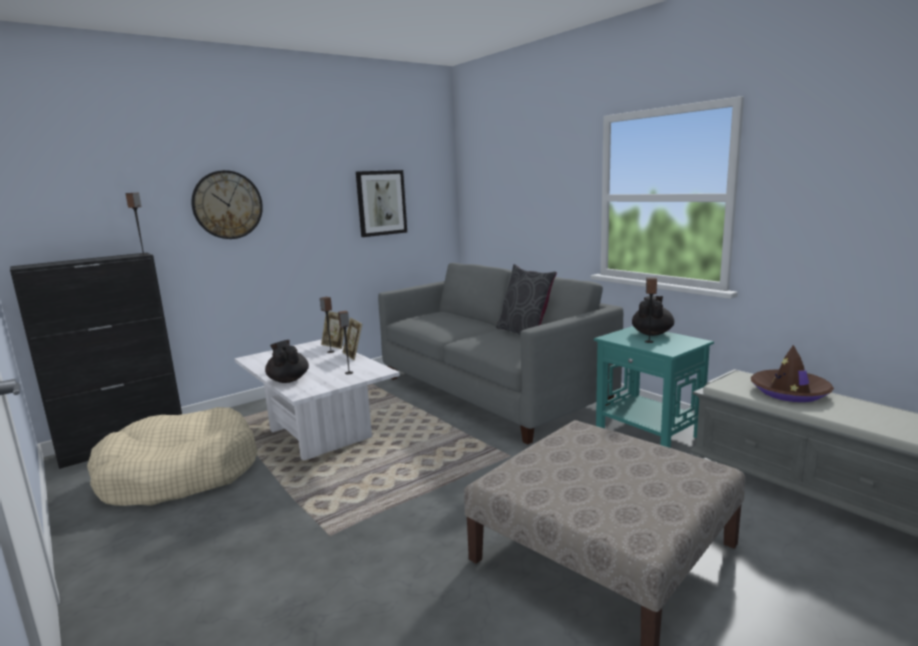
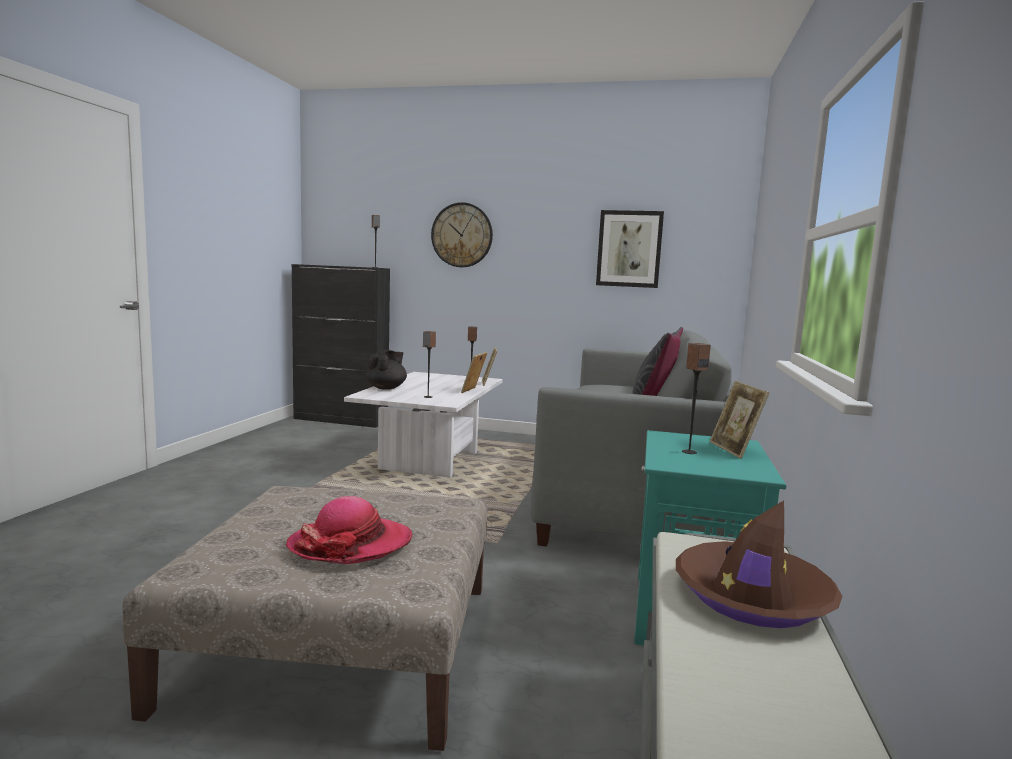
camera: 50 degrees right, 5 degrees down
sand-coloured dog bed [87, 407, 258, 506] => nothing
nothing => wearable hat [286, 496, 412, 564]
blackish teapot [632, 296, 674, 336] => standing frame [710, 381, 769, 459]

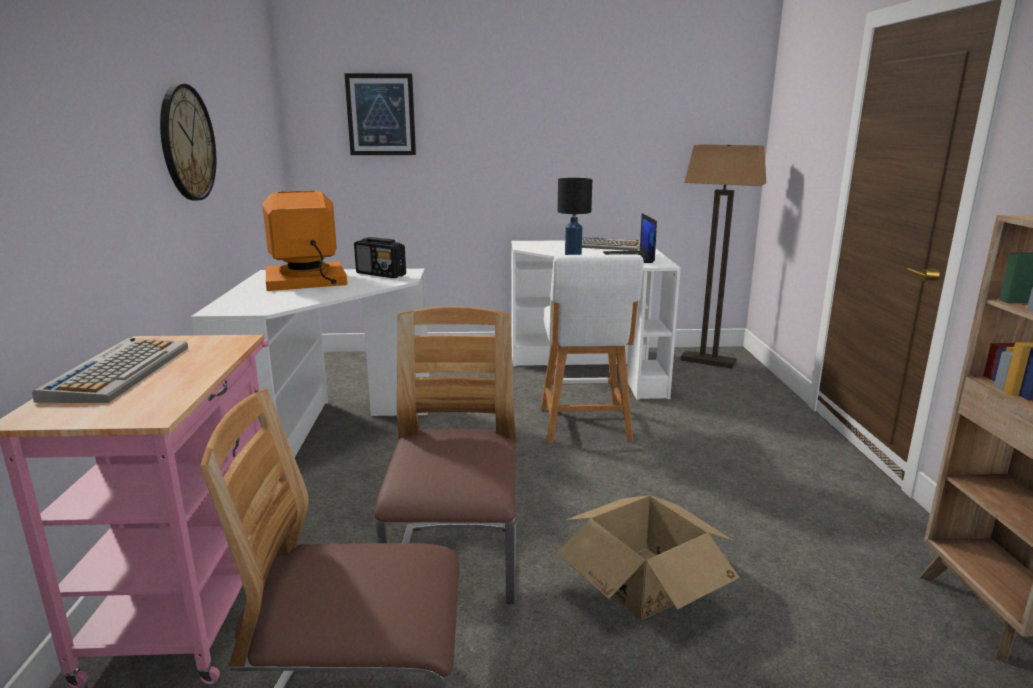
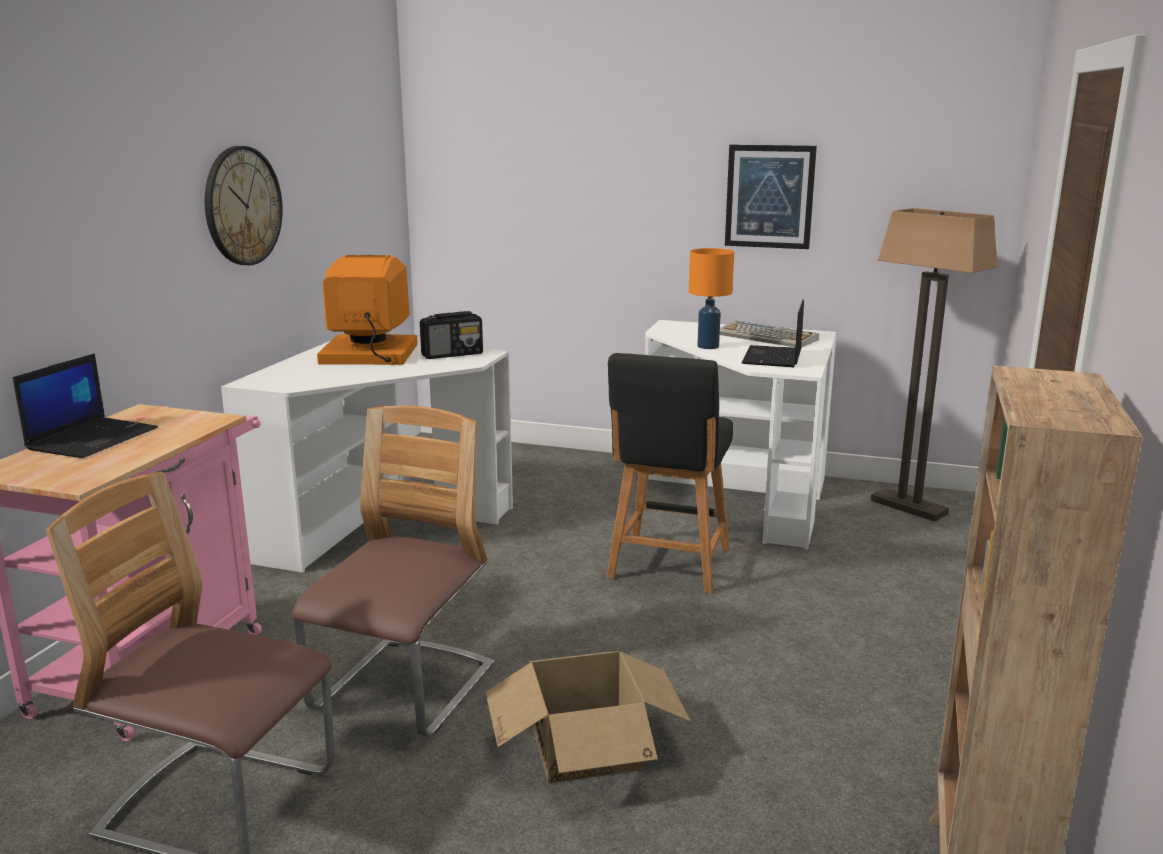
camera: 20 degrees right, 0 degrees up
wall art [344, 73, 416, 155] => wall art [725, 145, 817, 249], relocated
computer keyboard [32, 338, 188, 403] => notebook computer [13, 353, 158, 458]
white sitting stool [541, 254, 644, 443] => blackish sitting stool [606, 353, 733, 594]
blackish lamp for a table [558, 178, 592, 255] => orangey lamp for a table [689, 248, 734, 349]
radio [354, 237, 406, 278] => radio [420, 311, 483, 359], 75 degrees counterclockwise

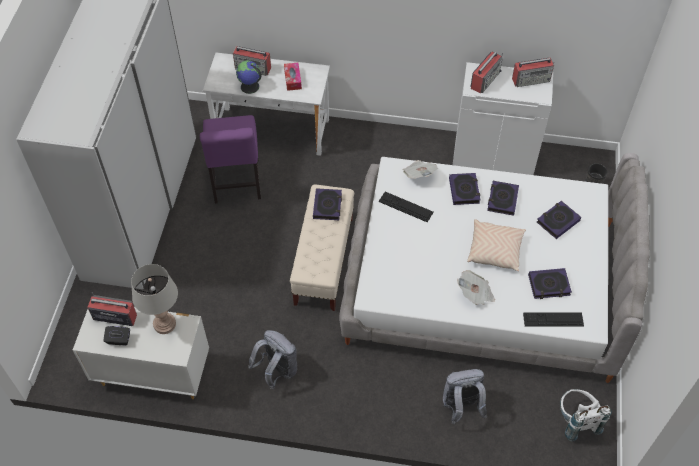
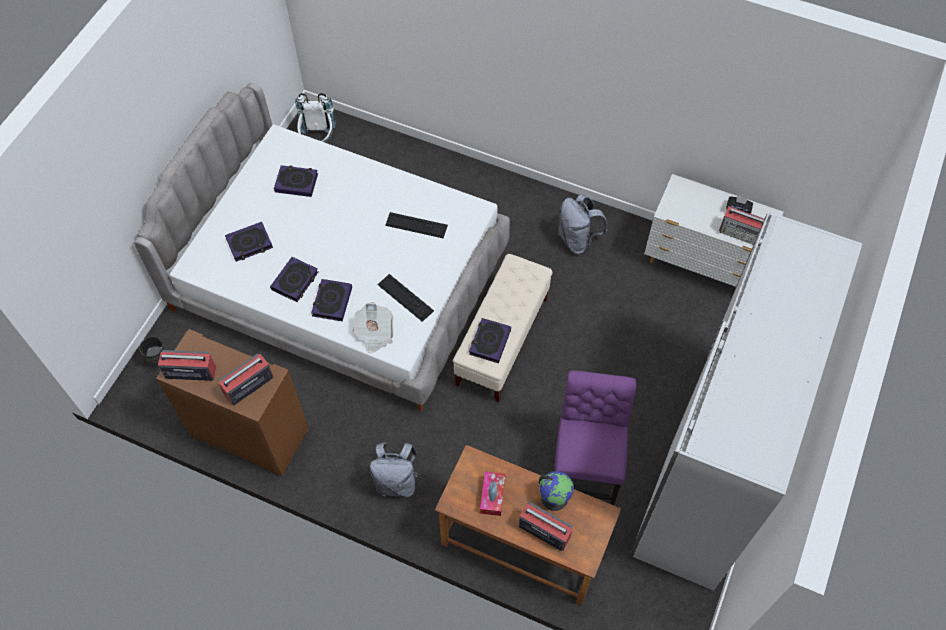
camera: 165 degrees left, 5 degrees up
greyish lamp for a table [131, 264, 178, 334] => nothing
printed paper [457, 270, 495, 305] => nothing
sand-coloured pillow [467, 219, 526, 271] => nothing
greyish rucksack [443, 369, 487, 424] => greyish rucksack [370, 442, 420, 497], relocated
computer keyboard [523, 313, 584, 327] => computer keyboard [385, 212, 448, 238], relocated
white desk unit [203, 53, 330, 156] => brown desk unit [435, 445, 621, 606]
white cupboard [453, 62, 553, 175] => brown cupboard [156, 329, 308, 477]

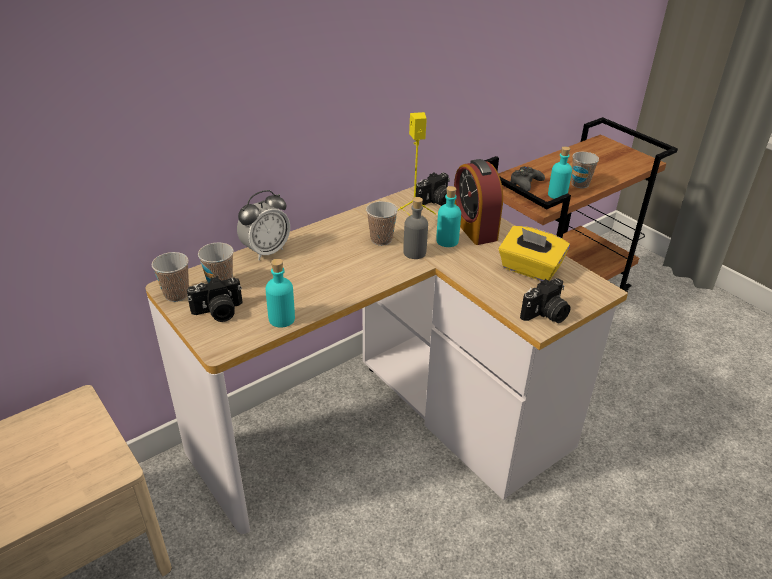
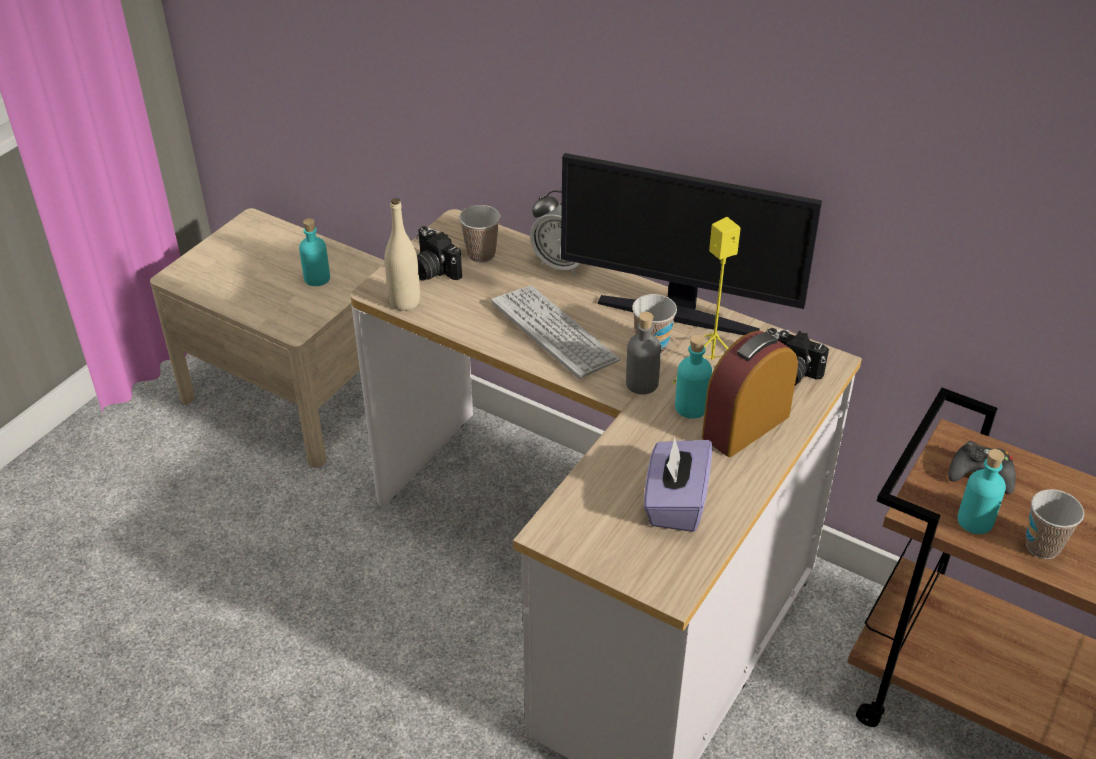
camera: 70 degrees right, 5 degrees up
cup [152, 252, 189, 302] => nothing
photo camera [520, 278, 571, 323] => nothing
nothing => sand-coloured bottle [385, 198, 420, 311]
nothing => computer keyboard [491, 285, 621, 379]
nothing => monitor [561, 153, 822, 335]
turquoise bottle [266, 259, 295, 328] => turquoise bottle [299, 218, 330, 286], relocated
yellow-coloured box of tissues [499, 226, 570, 281] => purple-coloured box of tissues [644, 437, 712, 532]

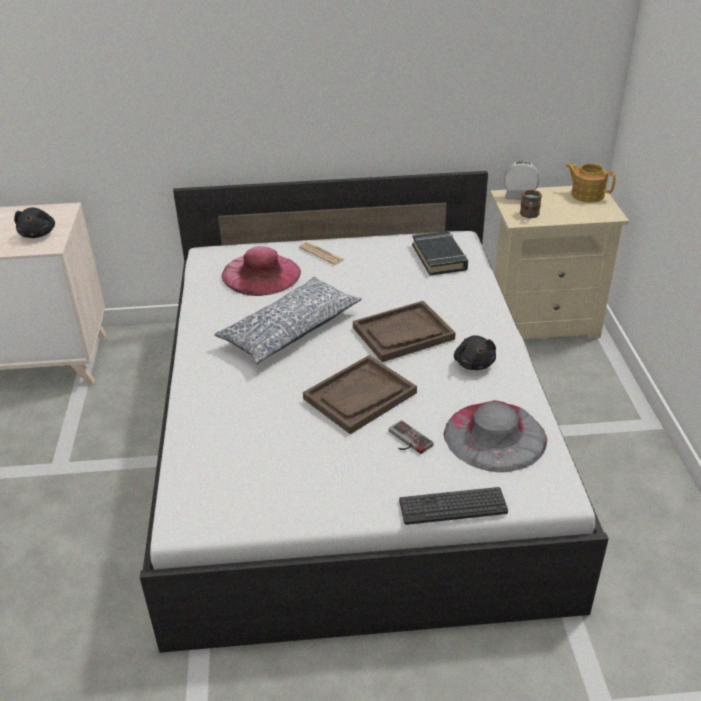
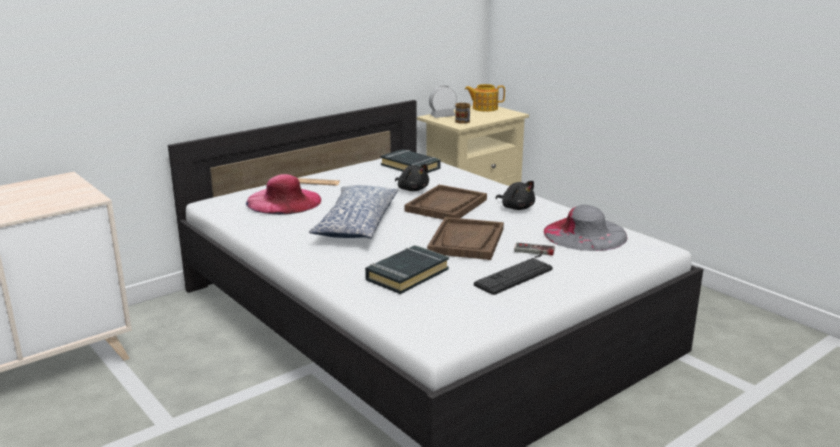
camera: 35 degrees left, 15 degrees down
nothing => blackish volume [365, 245, 449, 294]
blackish soft toy [14, 207, 55, 238] => blackish soft toy [395, 164, 429, 191], relocated
computer keyboard [399, 487, 508, 525] => computer keyboard [474, 258, 553, 295], relocated

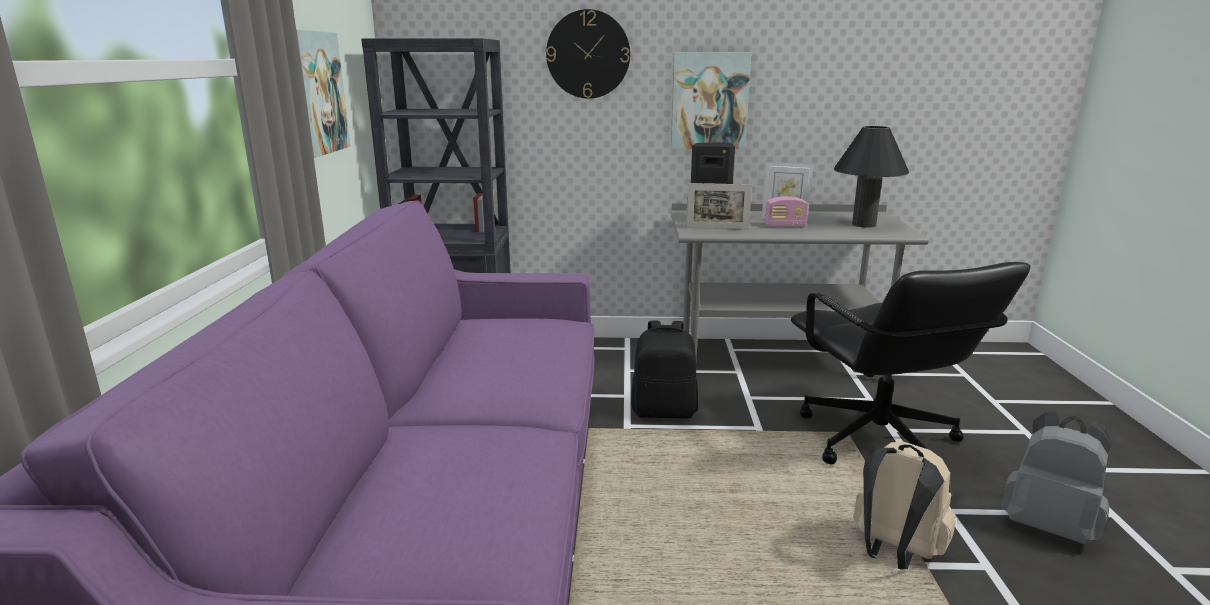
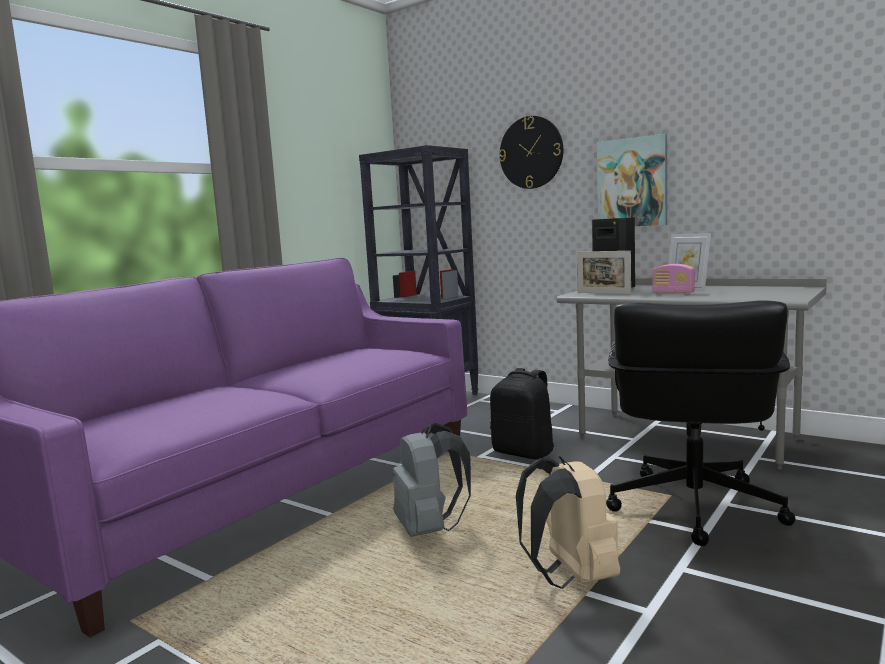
camera: 35 degrees right, 10 degrees down
wall art [296, 30, 350, 158] => nothing
blackish lamp for a table [834, 126, 909, 228] => nothing
greyish rucksack [1001, 412, 1113, 544] => greyish rucksack [393, 423, 471, 537], relocated

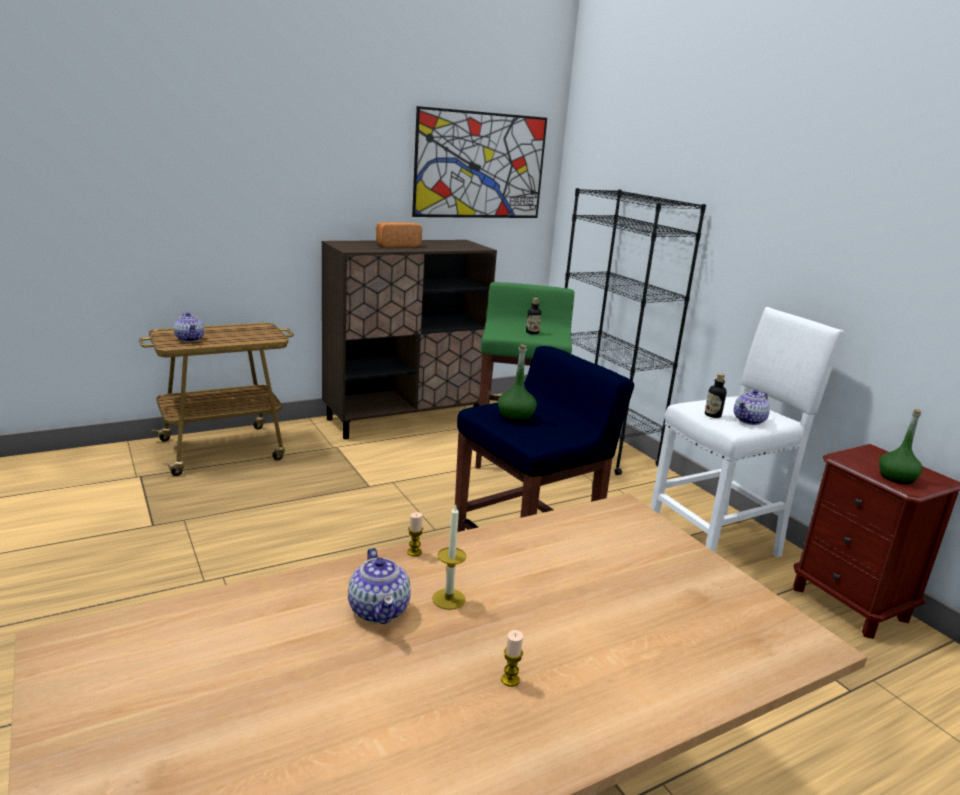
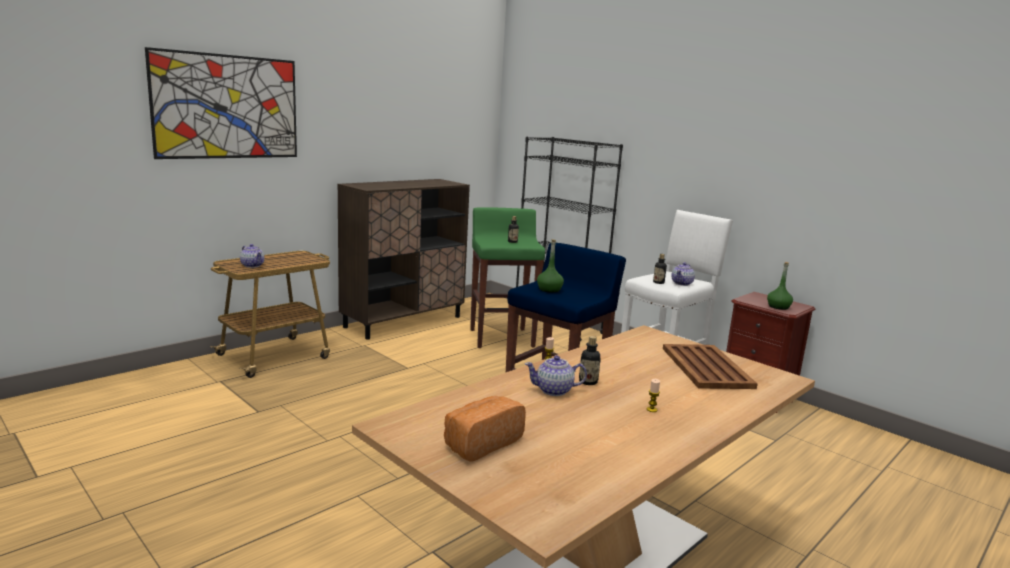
camera: 15 degrees left, 5 degrees down
nothing => brown carrying tray [663, 344, 758, 389]
bakery bread [376, 222, 422, 247] => bakery bread [444, 396, 526, 461], relocated
wall art [412, 106, 547, 218] => wall art [145, 47, 297, 159], relocated
candle [432, 504, 467, 610] => bottle [579, 336, 601, 385]
teapot [348, 548, 411, 624] => teapot [525, 355, 587, 396], 120 degrees clockwise

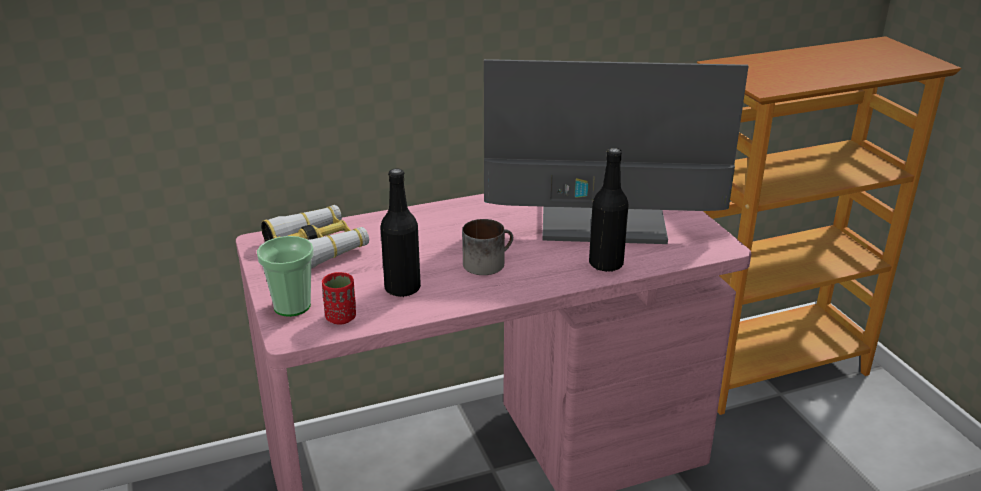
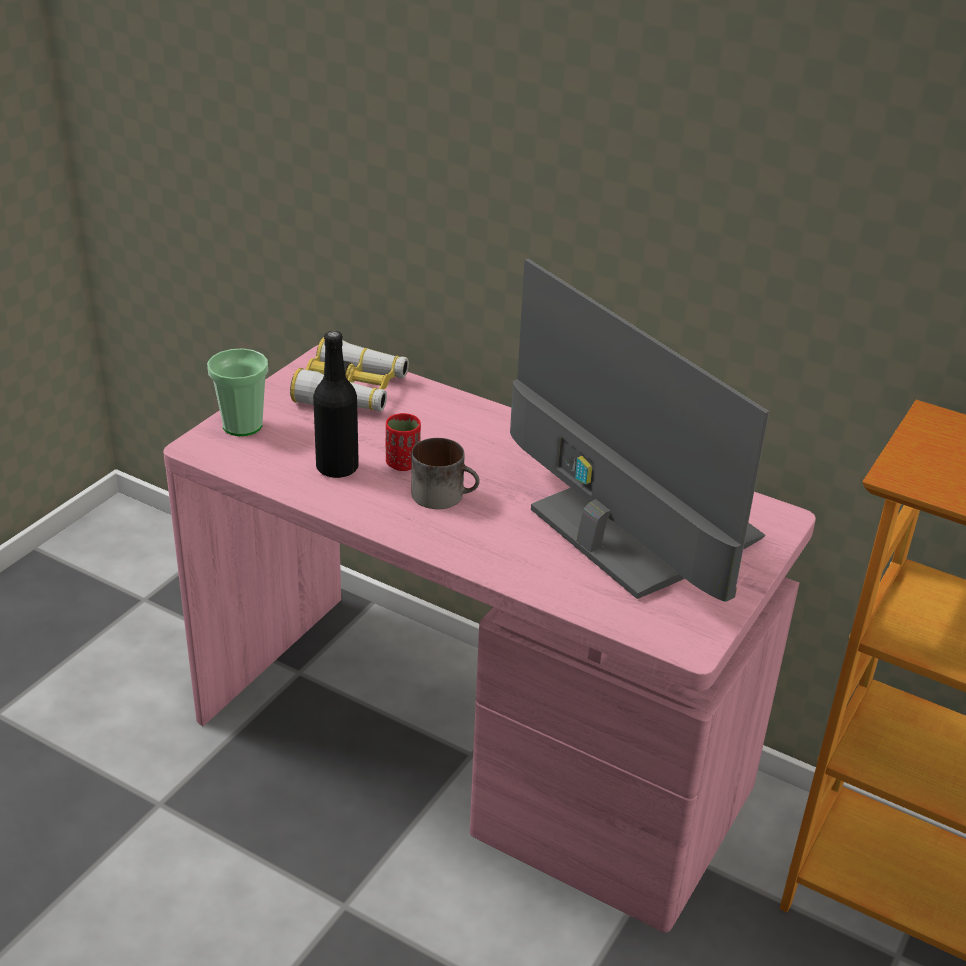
camera: 50 degrees right, 5 degrees up
blackish bottle [589, 148, 629, 272] => nothing
red cup [321, 272, 356, 325] => red cup [386, 413, 421, 471], relocated

